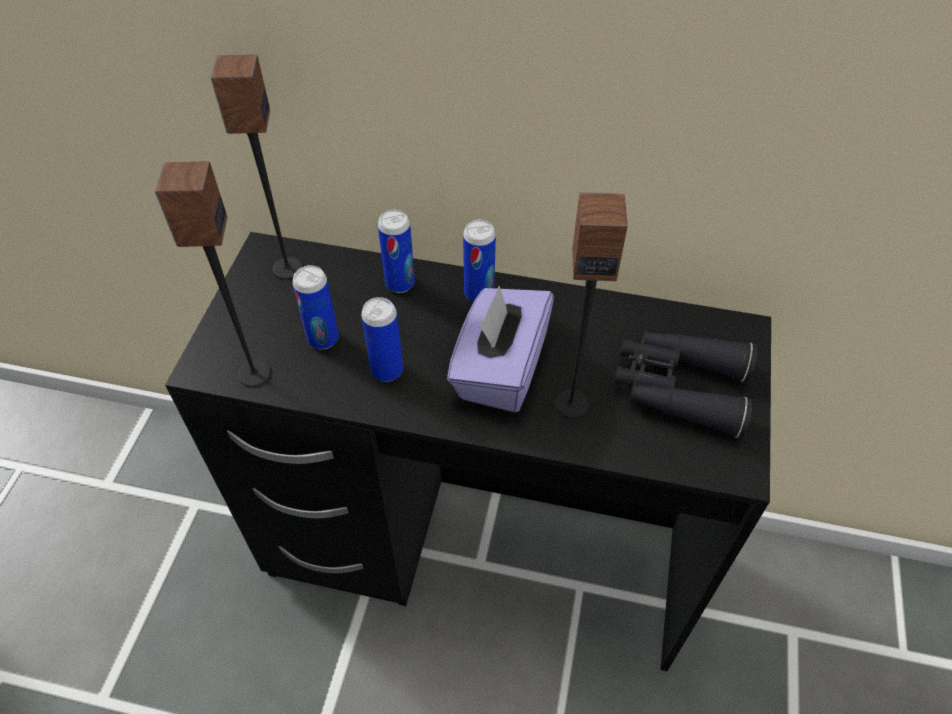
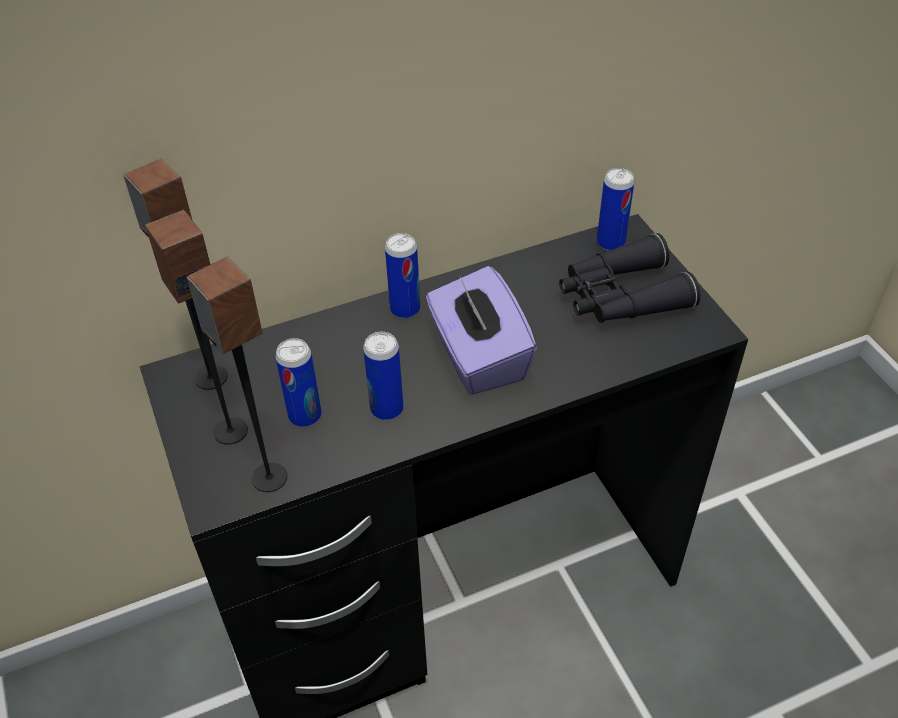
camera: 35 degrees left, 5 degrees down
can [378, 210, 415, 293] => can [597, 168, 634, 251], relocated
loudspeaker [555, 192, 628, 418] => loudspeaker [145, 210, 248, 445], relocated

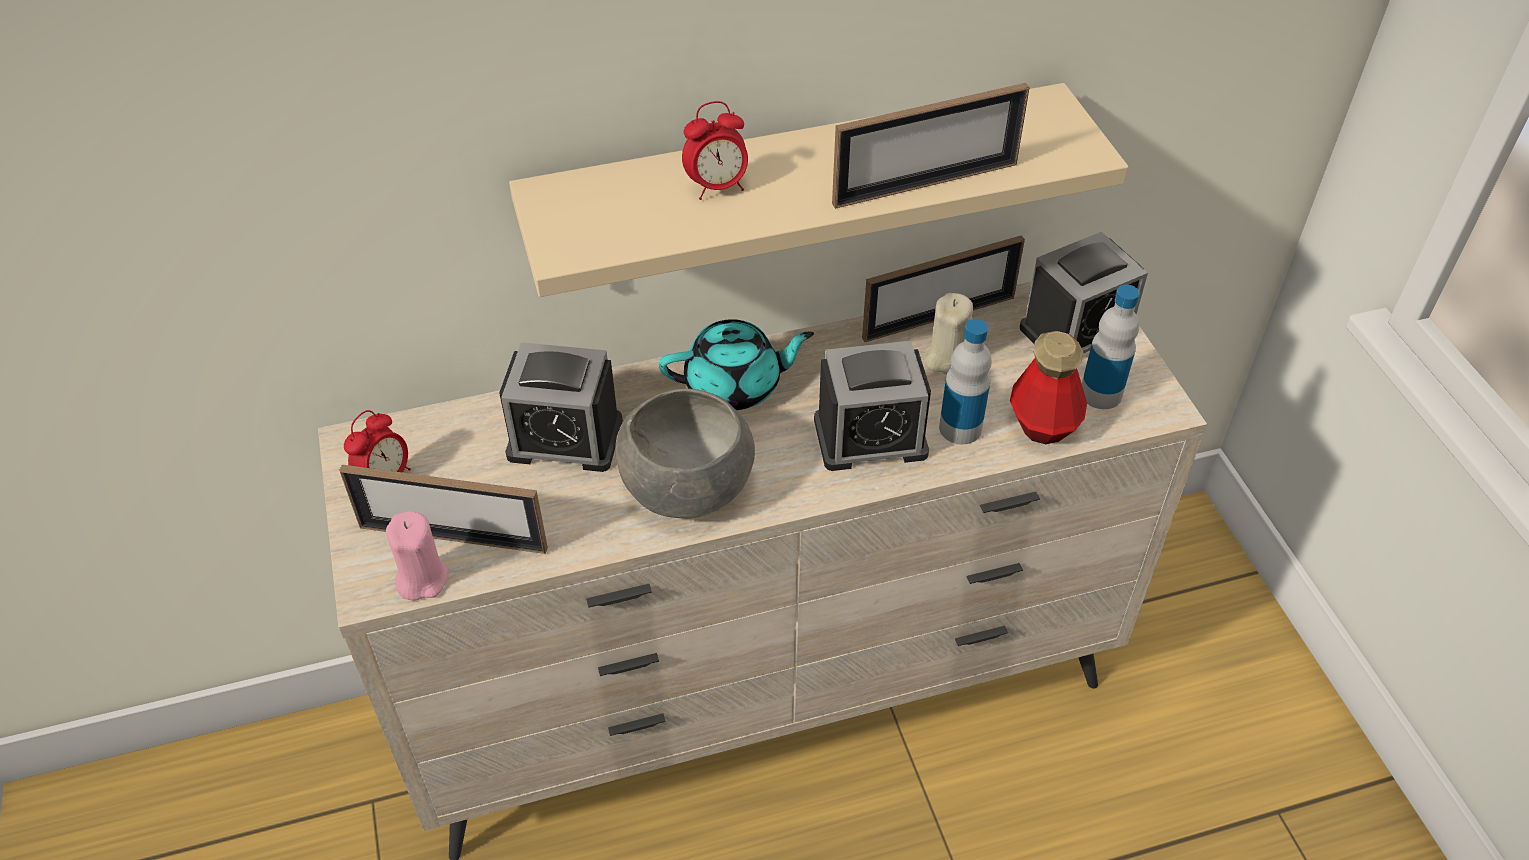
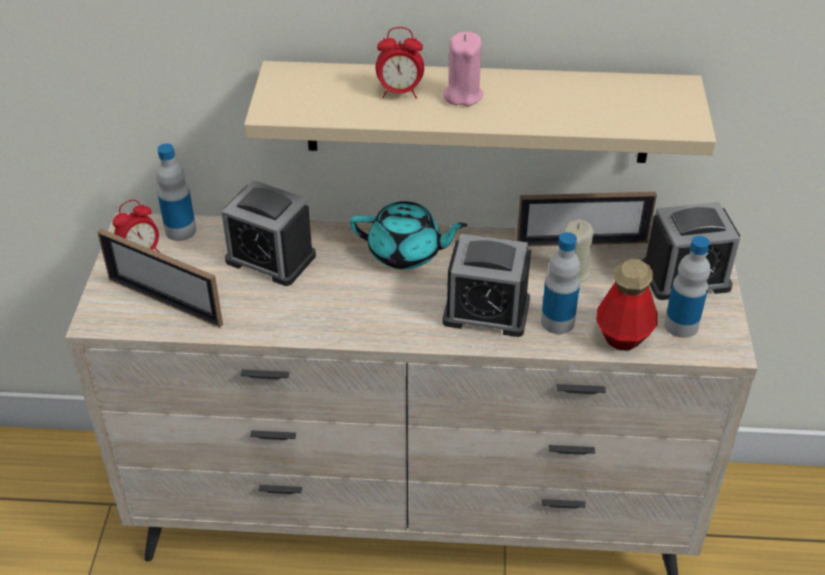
camera: 20 degrees right, 5 degrees down
greyish deep dish [615, 388, 755, 518] => nothing
standing frame [832, 83, 1030, 209] => nothing
nothing => bottle [156, 143, 196, 241]
pinkish candle [386, 511, 449, 601] => pinkish candle [443, 32, 483, 106], relocated

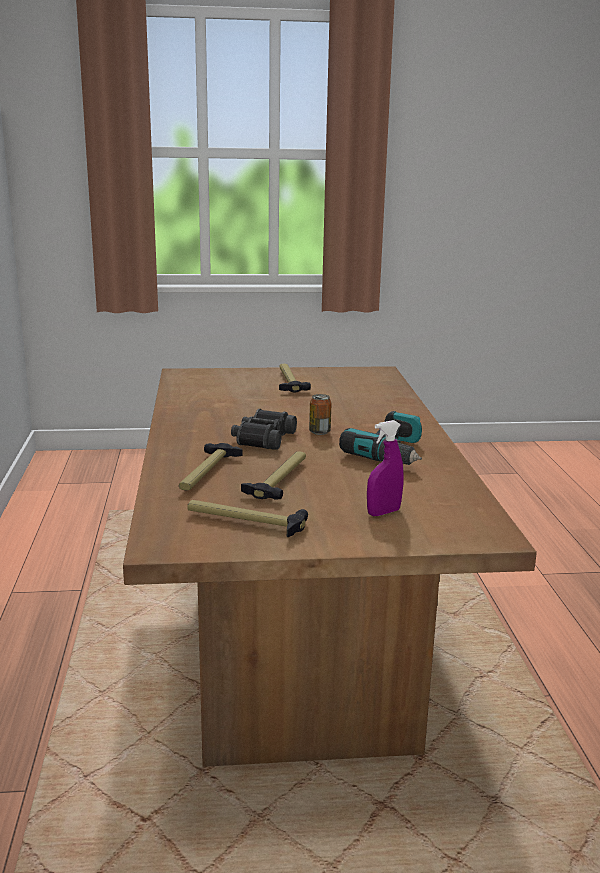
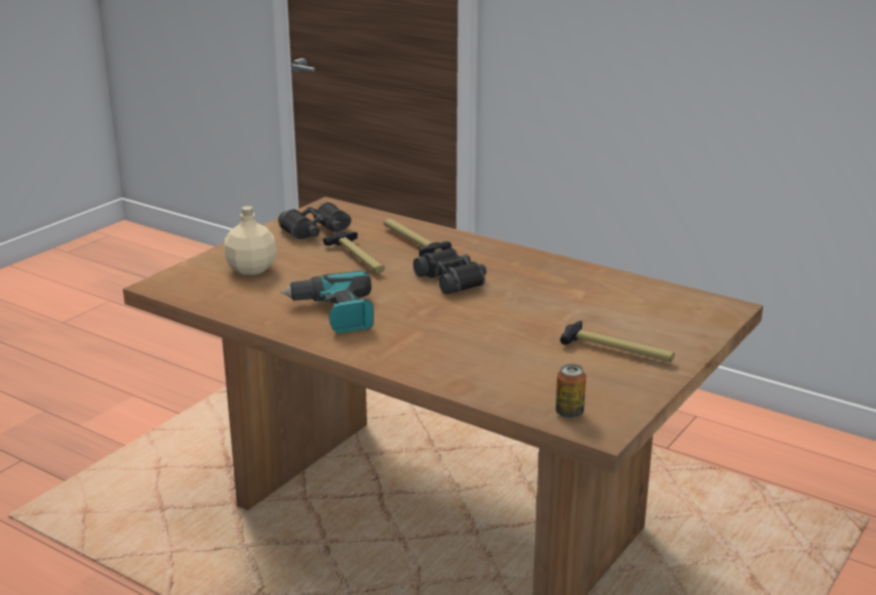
camera: 130 degrees right, 5 degrees up
can [309, 394, 332, 435] => can [555, 364, 586, 418], relocated
hand hammer [187, 500, 308, 537] => blackish pair of binoculars [278, 202, 351, 239]
purple-coloured sprayer [367, 420, 404, 516] => sand-coloured bottle [224, 206, 277, 275]

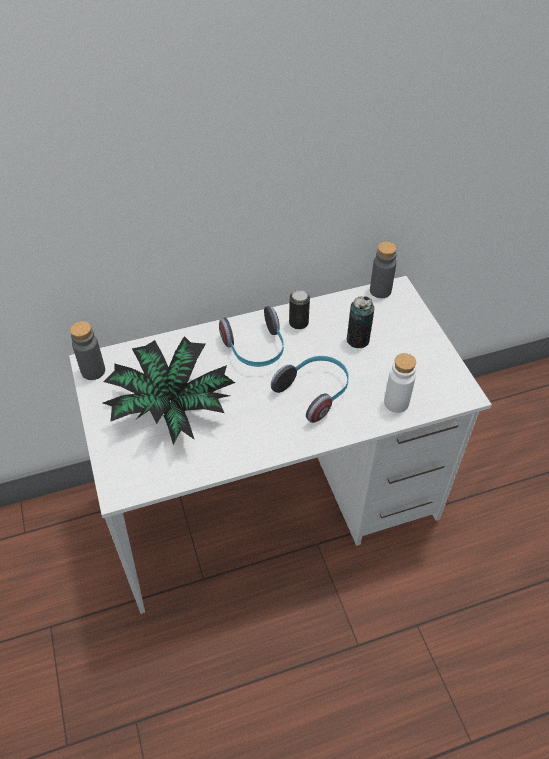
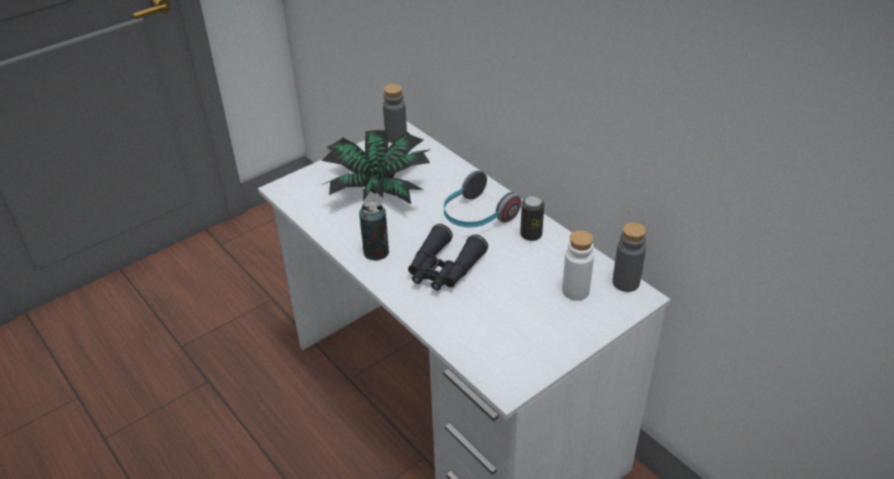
camera: 70 degrees right, 10 degrees down
can [347, 296, 374, 348] => can [359, 201, 389, 261], relocated
white bottle [384, 353, 416, 413] => white bottle [562, 230, 594, 301], relocated
headset [271, 356, 349, 423] => blackish pair of binoculars [408, 224, 488, 291]

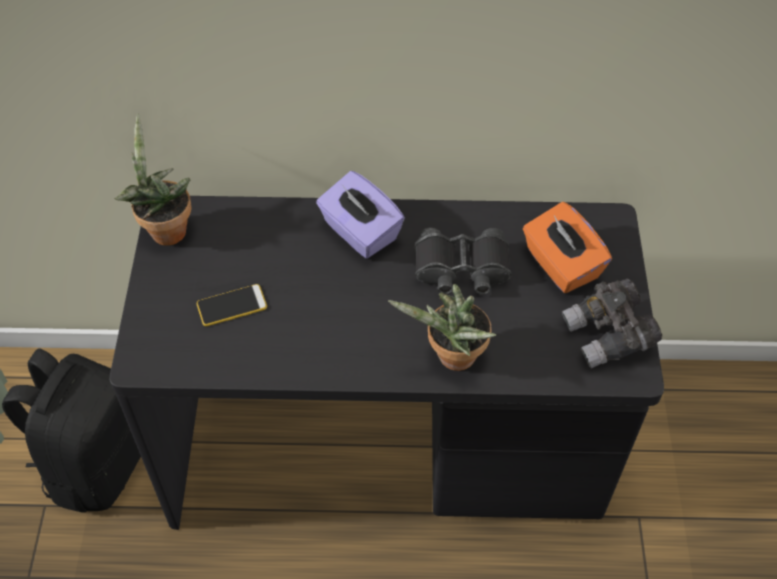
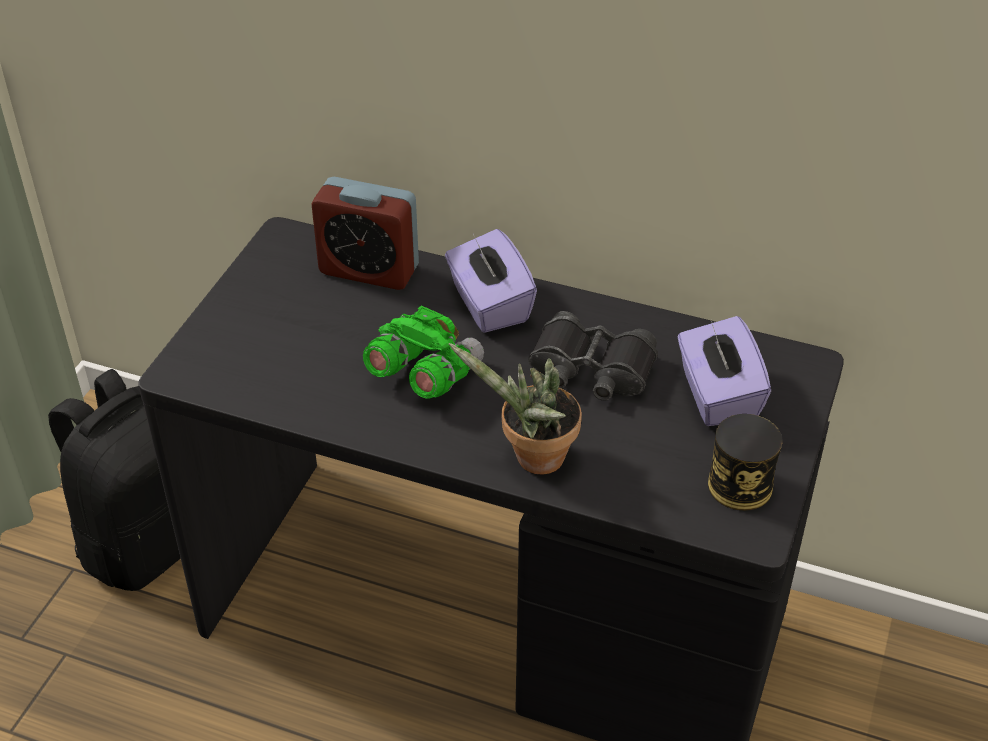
camera: 20 degrees right, 10 degrees down
plant in a pot [114, 114, 191, 246] => nothing
telephone [196, 284, 267, 326] => nothing
nothing => bedside clock [312, 177, 419, 290]
nothing => green pair of binoculars [363, 306, 484, 399]
greyish pair of binoculars [562, 278, 662, 368] => can [708, 414, 783, 511]
orangey box of tissues [523, 202, 612, 293] => purple-coloured box of tissues [678, 316, 771, 426]

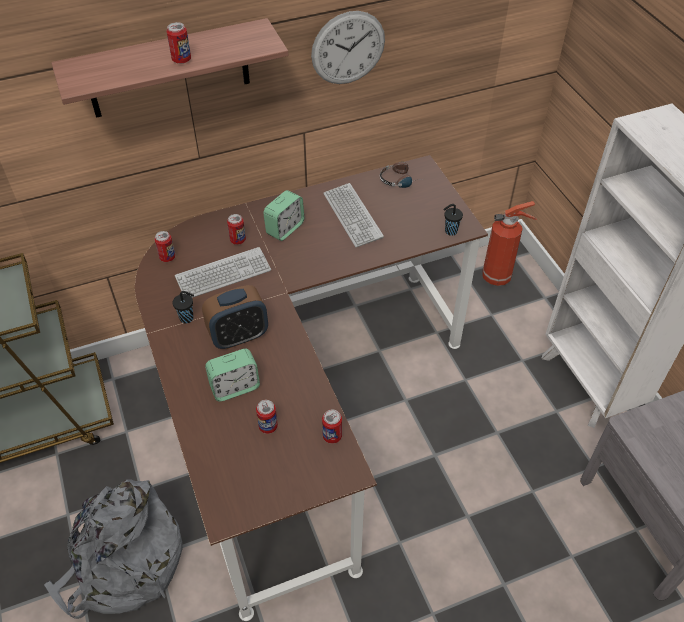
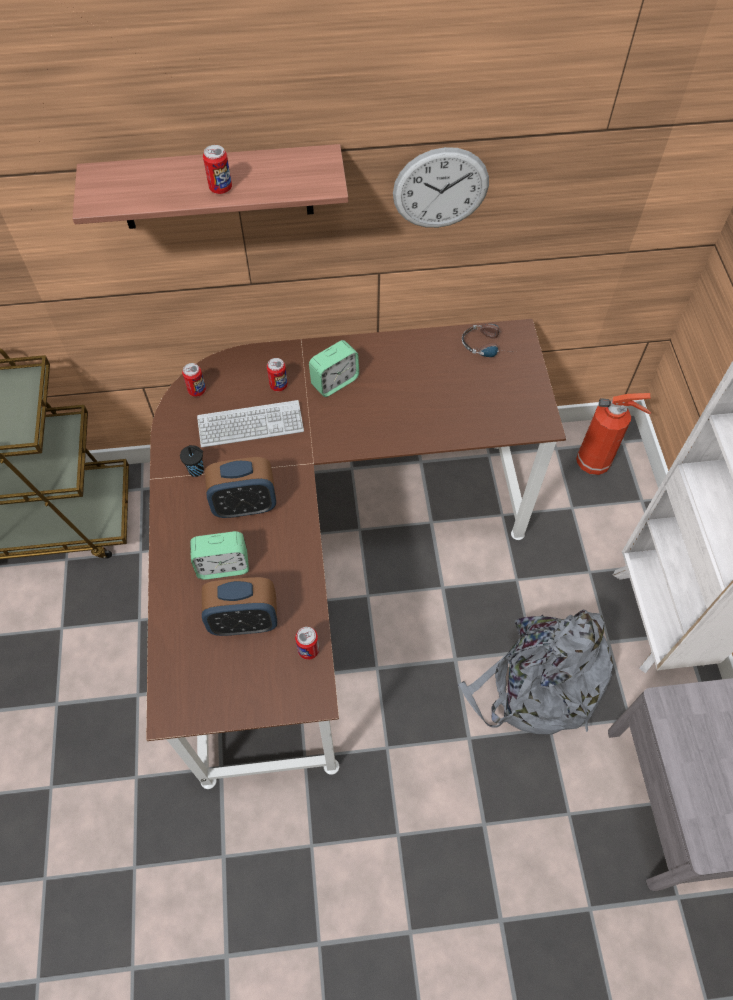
camera: 15 degrees right, 10 degrees up
computer keyboard [323, 183, 384, 247] => nothing
blackish cup [443, 204, 463, 236] => nothing
greyish rucksack [44, 479, 183, 619] => greyish rucksack [458, 609, 613, 735], relocated
can [256, 400, 278, 434] => bedside clock [202, 577, 277, 636]

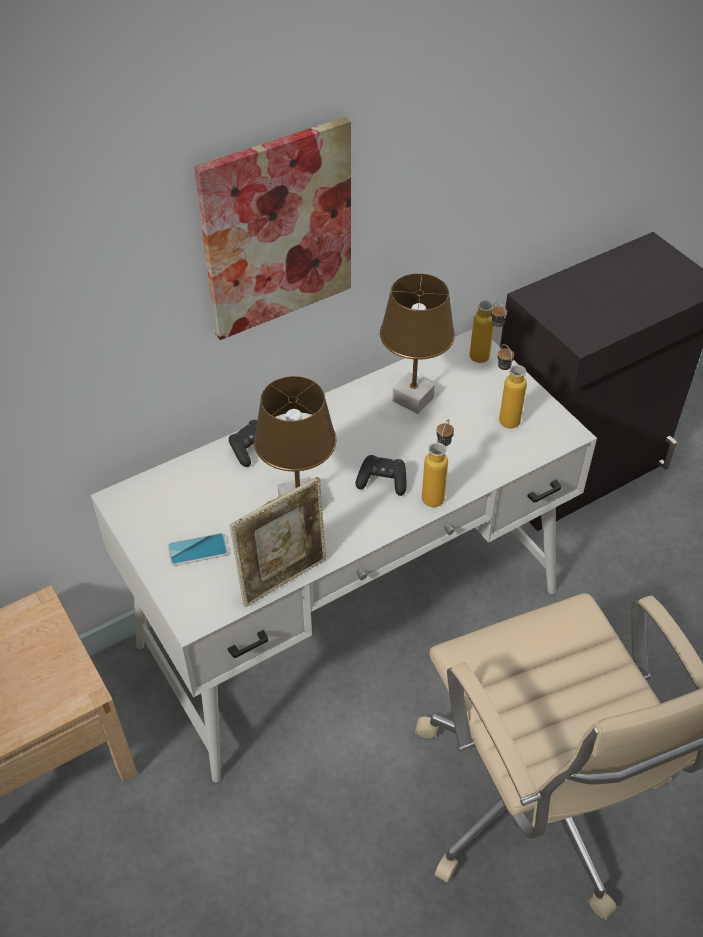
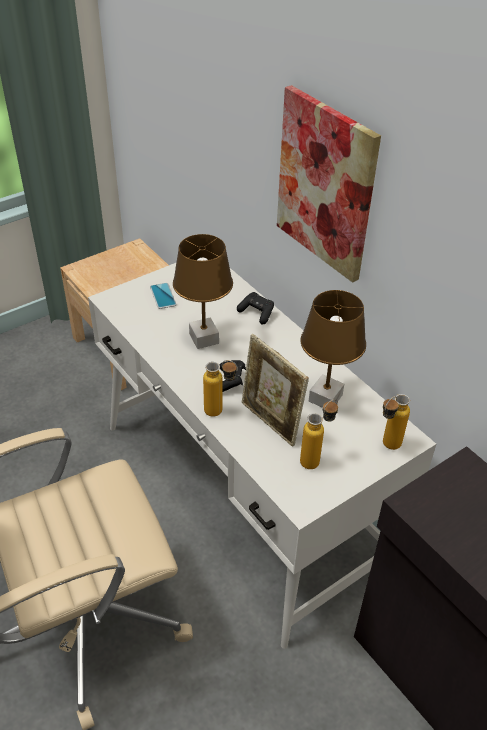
camera: 85 degrees right, 5 degrees down
standing frame [230, 477, 326, 607] => standing frame [242, 334, 309, 447], relocated

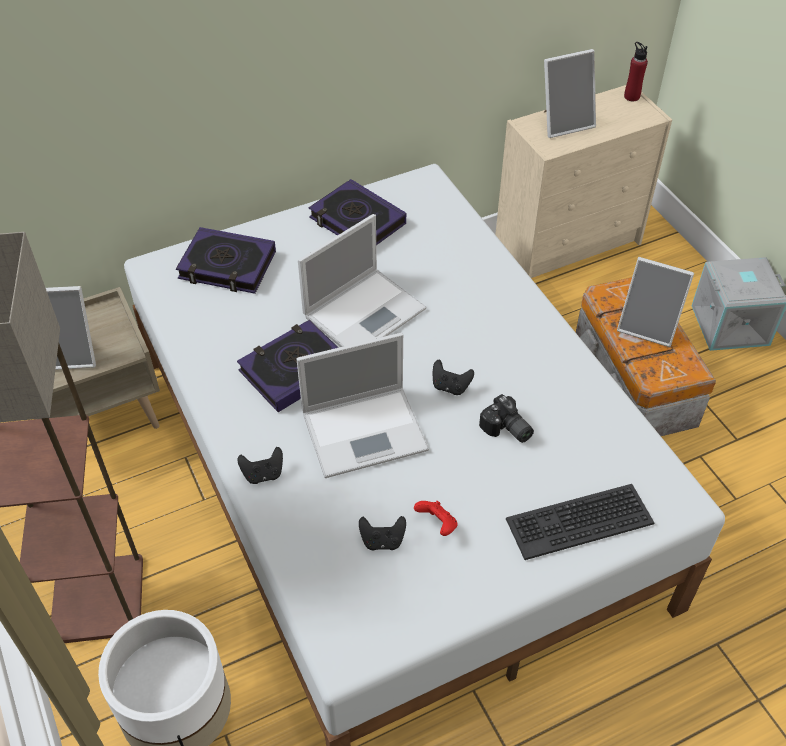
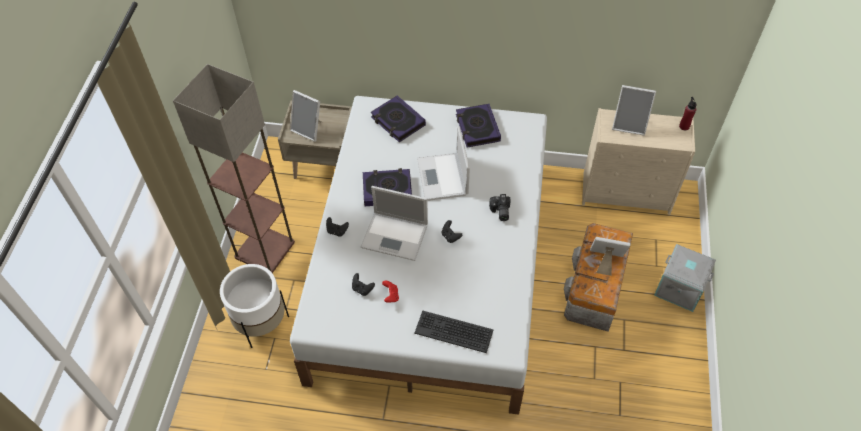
camera: 35 degrees right, 5 degrees up
photo camera [479, 394, 534, 443] => photo camera [489, 194, 511, 221], relocated
notebook computer [298, 214, 426, 347] => notebook computer [417, 126, 470, 201], 90 degrees clockwise
standing frame [617, 257, 694, 347] => standing frame [590, 237, 631, 276], 135 degrees clockwise

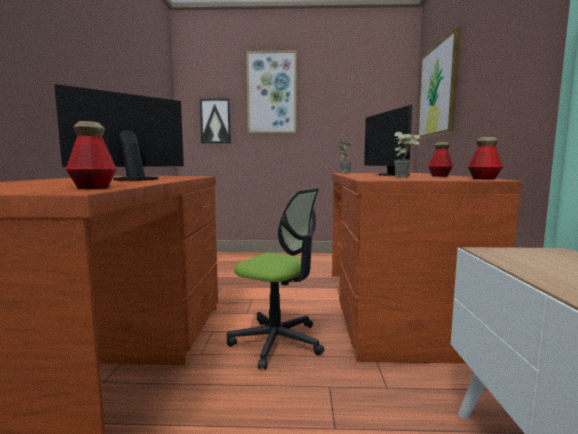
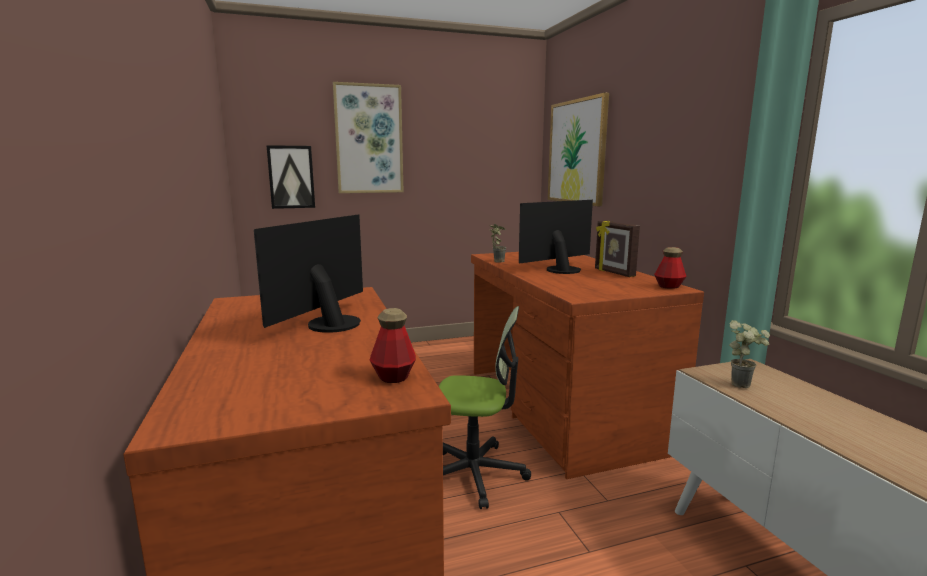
camera: 20 degrees left, 5 degrees up
plant in a pot [394, 132, 420, 178] => plant in a pot [729, 320, 770, 388], relocated
bottle [428, 142, 453, 177] => standing frame [595, 221, 640, 277]
monitor [364, 104, 412, 176] => monitor [519, 200, 593, 274], 90 degrees clockwise

